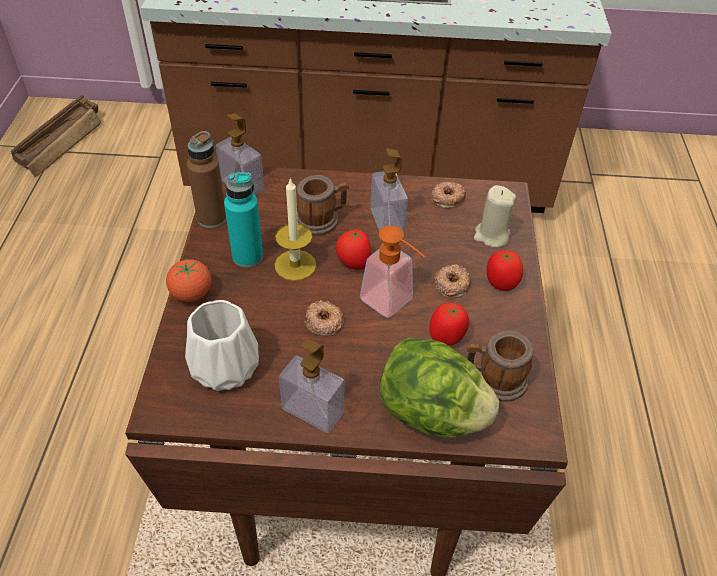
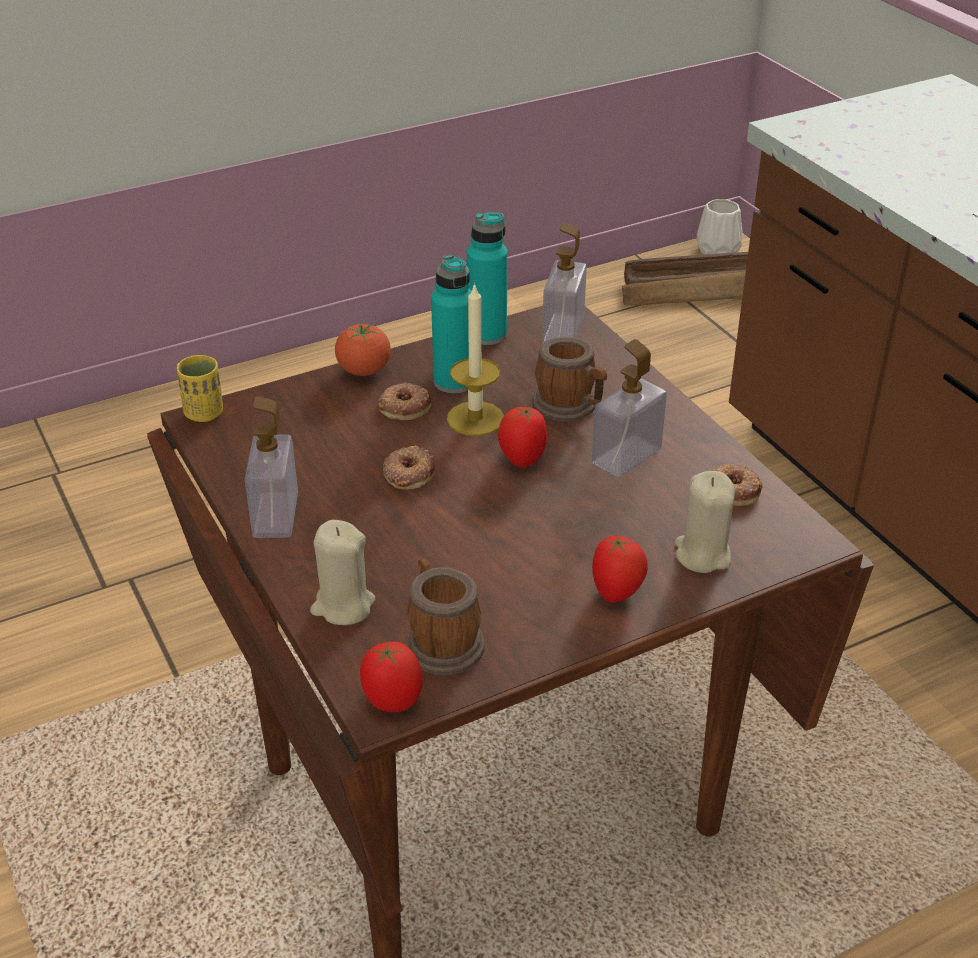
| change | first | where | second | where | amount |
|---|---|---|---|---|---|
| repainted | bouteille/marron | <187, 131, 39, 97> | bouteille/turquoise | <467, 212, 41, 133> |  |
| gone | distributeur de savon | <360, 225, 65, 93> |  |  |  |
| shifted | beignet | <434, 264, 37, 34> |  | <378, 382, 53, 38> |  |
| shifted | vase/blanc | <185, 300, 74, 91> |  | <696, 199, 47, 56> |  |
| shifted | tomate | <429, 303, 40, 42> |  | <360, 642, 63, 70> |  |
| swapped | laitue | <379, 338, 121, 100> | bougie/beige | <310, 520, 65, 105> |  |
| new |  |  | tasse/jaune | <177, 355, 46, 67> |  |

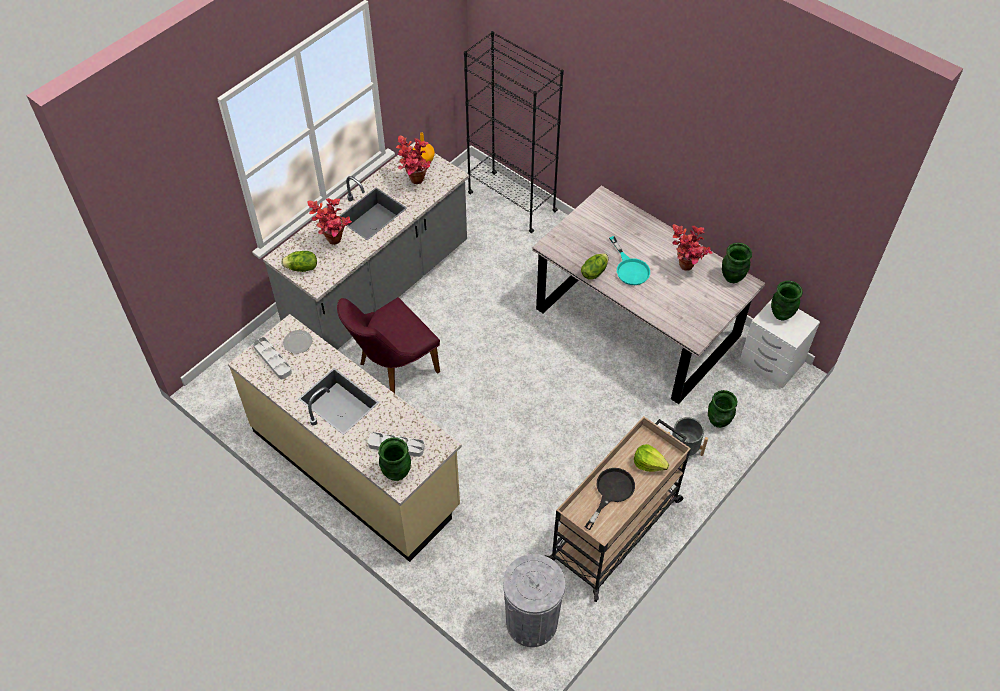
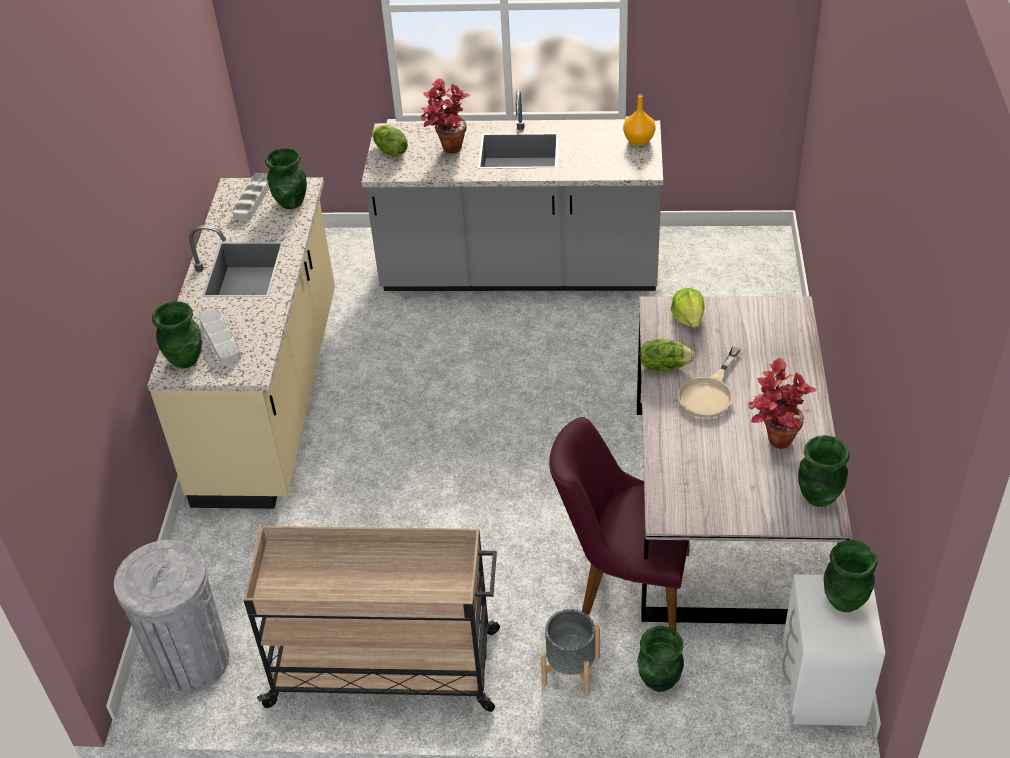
| change | first | where | second | where | amount |
|---|---|---|---|---|---|
| gone | bibliothèque/noir | <464, 31, 100, 202> |  |  |  |
| gone | plante en pot | <396, 135, 35, 49> |  |  |  |
| repainted | poêle/turquoise | <609, 236, 41, 49> | poêle/beige | <678, 346, 63, 72> |  |
| shifted | chaise/violet | <337, 297, 103, 96> |  | <549, 417, 141, 214> |  |
| swapped | assiette | <283, 330, 29, 24> | vase/vert | <265, 148, 42, 61> |  |
| shifted | laitue | <634, 444, 35, 28> |  | <671, 288, 34, 40> |  |
| gone | poêle/noir | <584, 468, 51, 62> |  |  |  |

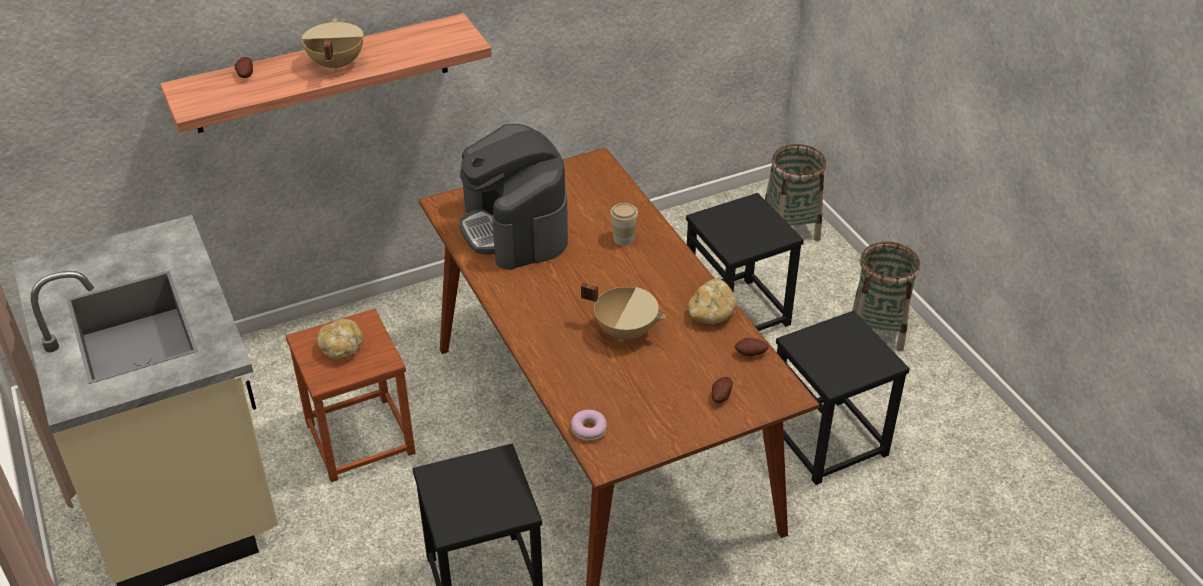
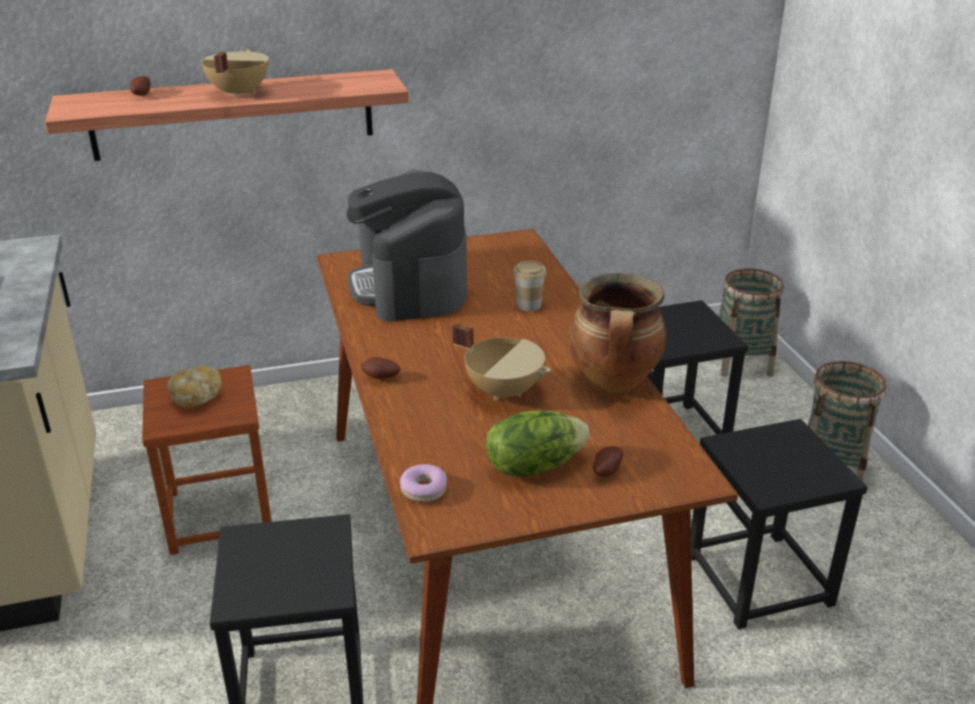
| change | first | where | second | where | amount |
|---|---|---|---|---|---|
| swapped | pain | <688, 279, 49, 45> | marmite | <568, 273, 99, 120> |  |
| shifted | pomme de terre | <735, 338, 34, 19> |  | <361, 357, 40, 22> |  |
| new |  |  | laitue | <486, 410, 103, 66> |  |

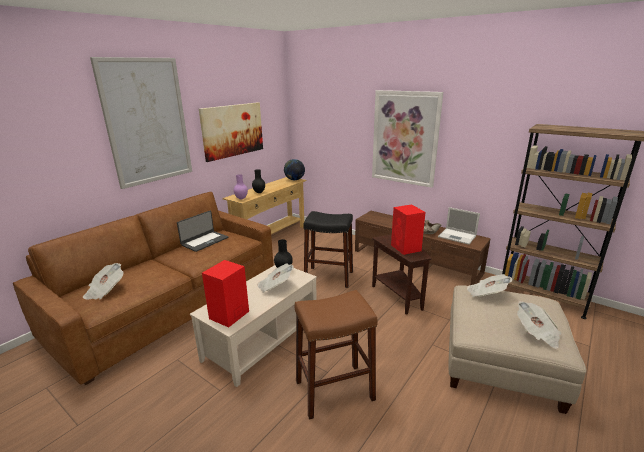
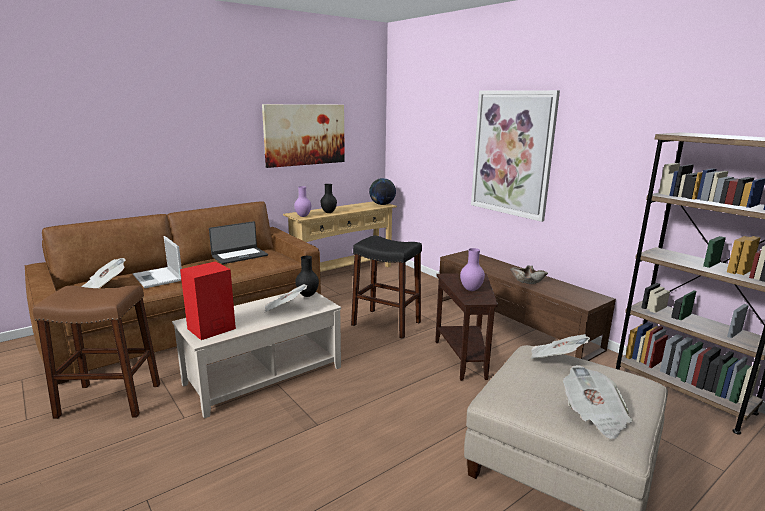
| change | first | where | second | where | amount |
|---|---|---|---|---|---|
| gone | tableau | <90, 57, 102, 132> |  |  |  |
| swapped | enceinte/rouge | <391, 204, 34, 51> | vase/violet | <460, 248, 25, 43> |  |
| shifted | ordinateur portable | <438, 207, 42, 38> |  | <133, 236, 49, 52> |  |
| shifted | tabouret/marron | <295, 290, 83, 130> |  | <33, 285, 127, 134> |  |

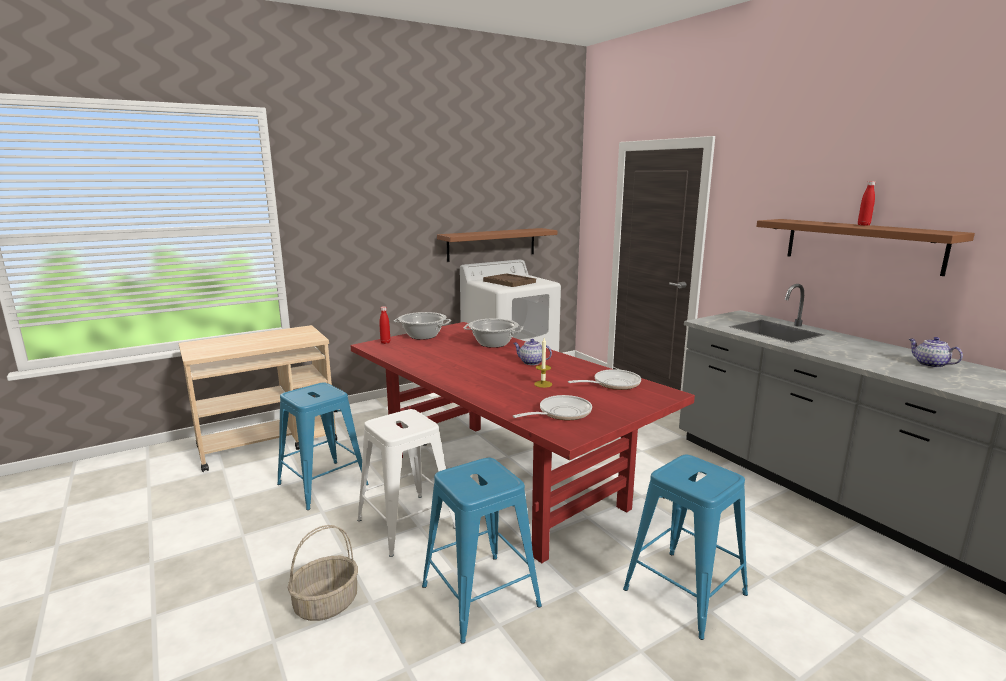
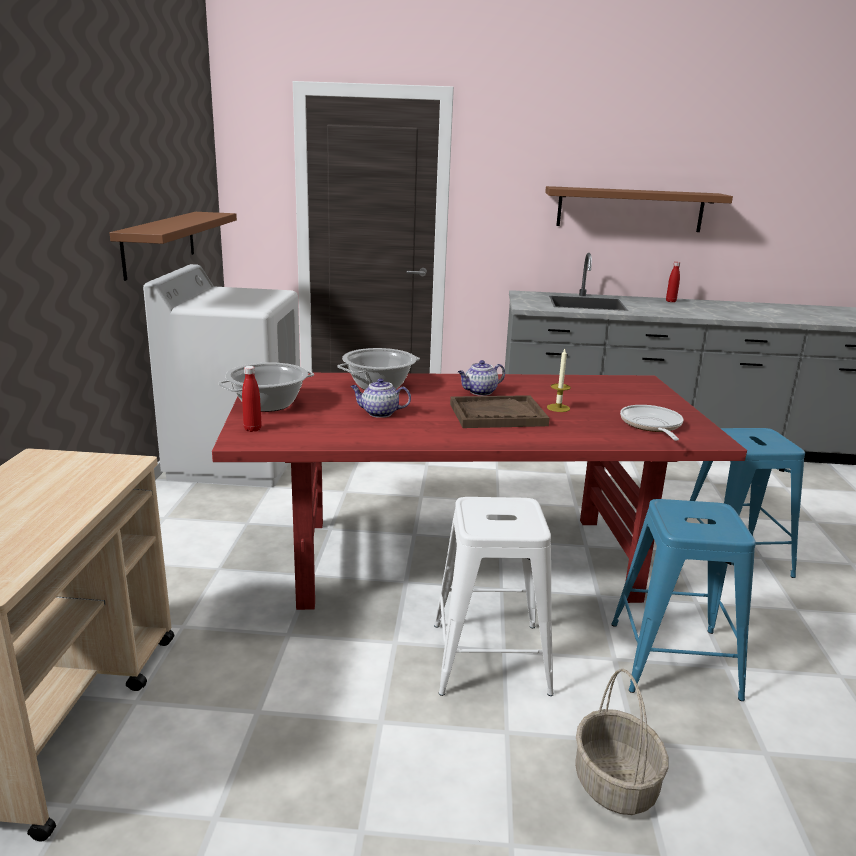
| change | first | where | second | where | amount |
|---|---|---|---|---|---|
| shifted | bouteille/rouge | <858, 181, 17, 45> |  | <666, 262, 14, 40> |  |
| shifted | plateau/marron | <483, 273, 53, 14> |  | <450, 395, 99, 33> |  |
| shifted | théière | <909, 337, 54, 31> |  | <350, 378, 61, 40> |  |
| gone | poêle | <568, 369, 73, 21> |  |  |  |
| gone | tabouret/bleu | <277, 383, 91, 127> |  |  |  |

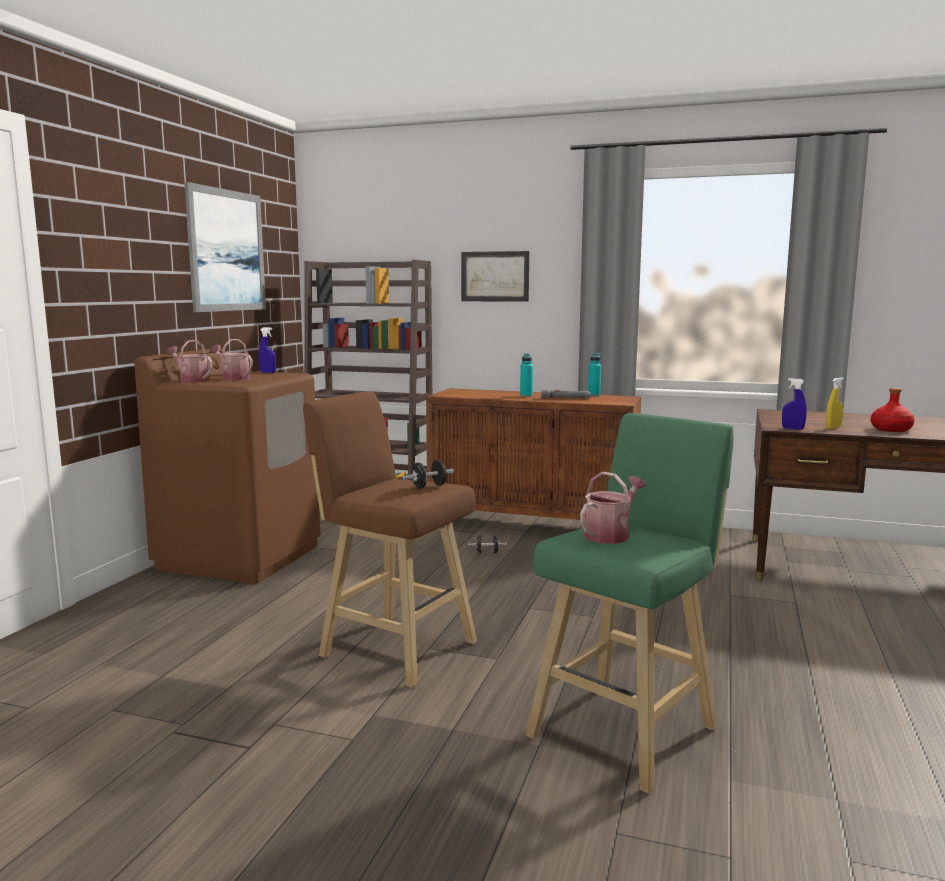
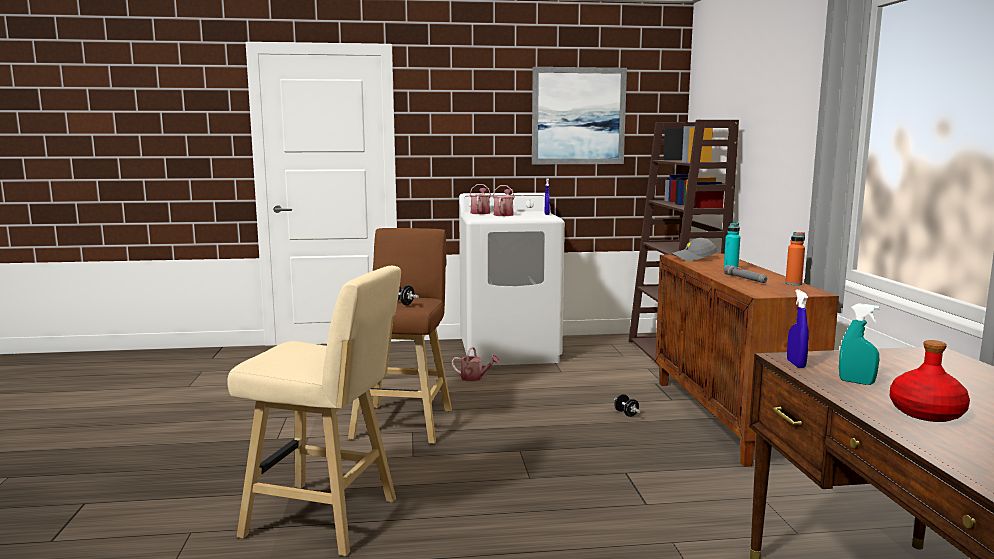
| change | first | where | second | where | amount |
|---|---|---|---|---|---|
| gone | tableau | <461, 251, 68, 51> |  |  |  |
| repainted | lave-linge/marron | <134, 349, 186, 234> | lave-linge/blanc | <459, 193, 106, 173> |  |
| repainted | bouteille/turquoise | <588, 353, 13, 43> | bouteille/orange | <785, 232, 20, 53> |  |
| repainted | vaporisateur/jaune | <826, 377, 18, 52> | vaporisateur/turquoise | <839, 303, 41, 82> |  |
| repainted | tabouret/vert | <526, 413, 207, 381> | tabouret/beige | <227, 266, 174, 290> |  |
| shifted | arrosoir | <580, 472, 66, 72> |  | <452, 347, 48, 34> |  |
| new |  |  | casquette/gris | <672, 238, 45, 23> |  |

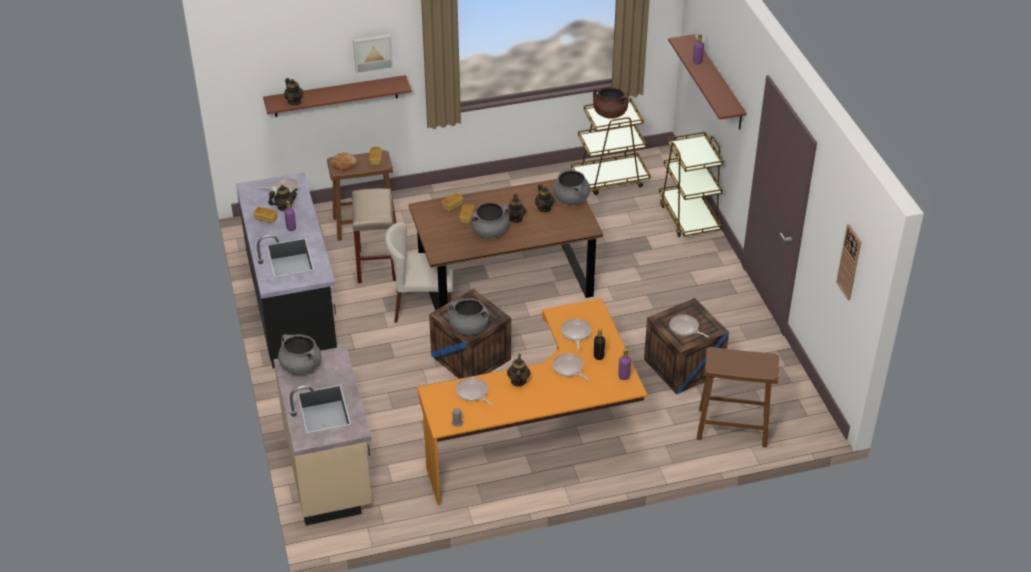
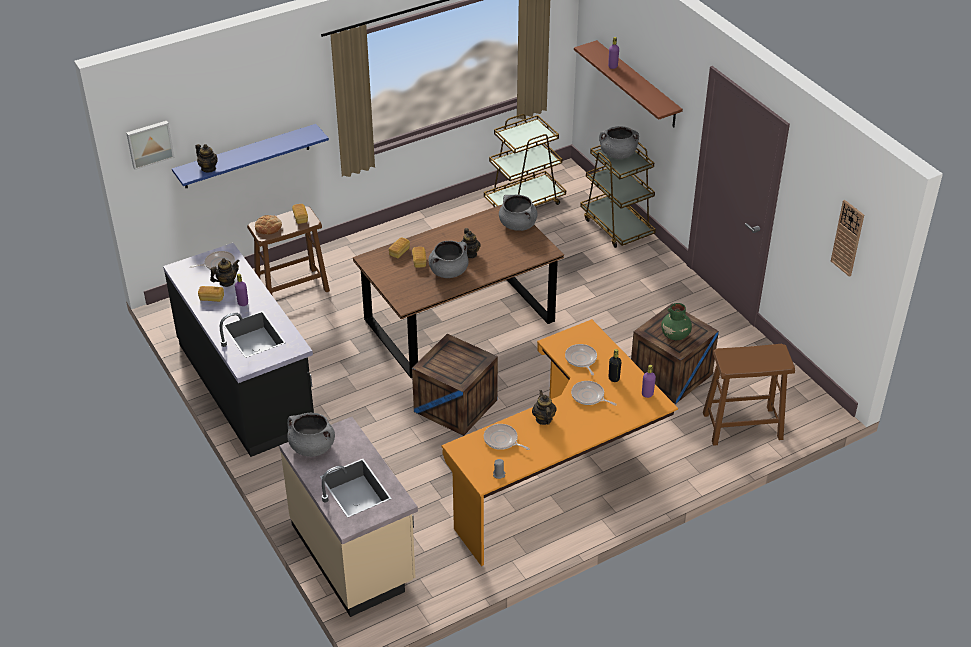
| change | first | where | second | where | amount |
|---|---|---|---|---|---|
| shifted | tableau | <353, 34, 40, 40> |  | <126, 121, 49, 49> |  |
| repainted | étagère/marron | <263, 75, 149, 42> | étagère/bleu | <172, 124, 157, 64> |  |
| gone | marmite/marron | <593, 87, 35, 32> |  |  |  |
| gone | théière | <535, 184, 19, 28> |  |  |  |
| gone | tabouret/beige | <352, 188, 44, 95> |  |  |  |
| gone | chaise/beige | <385, 222, 68, 101> |  |  |  |
| shifted | marmite/gris | <448, 298, 41, 37> |  | <599, 126, 40, 33> |  |
| swapped | poêle | <669, 315, 40, 23> | vase/vert | <661, 303, 31, 37> |  |

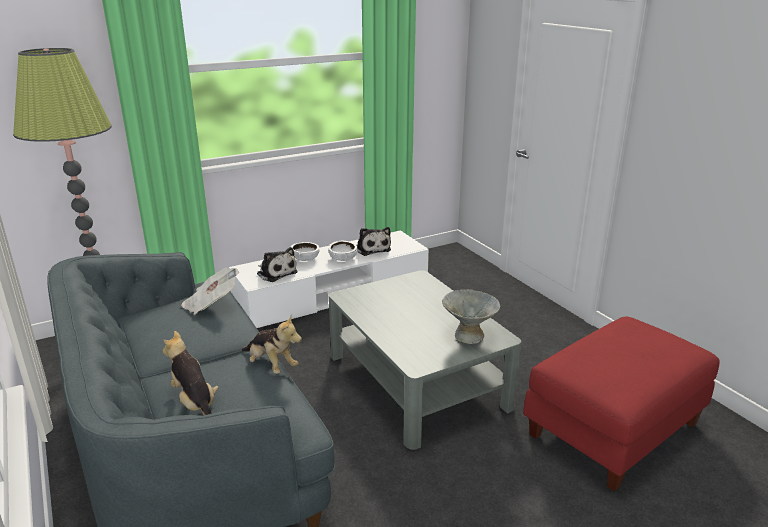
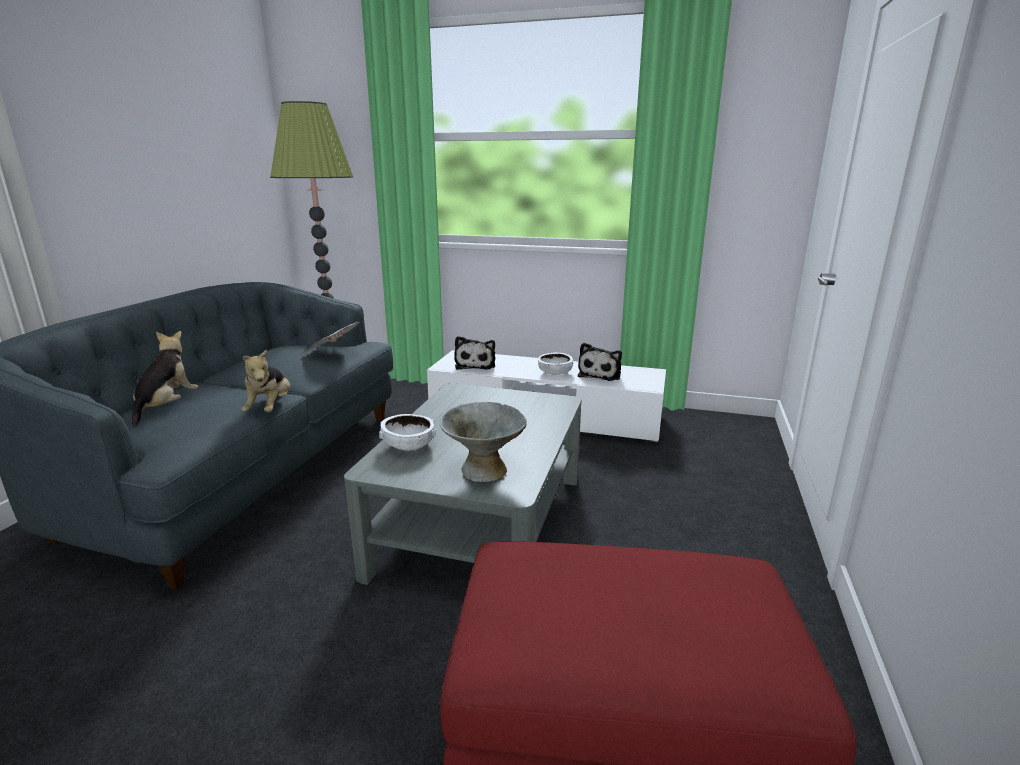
| change | first | where | second | where | amount |
|---|---|---|---|---|---|
| shifted | bol/blanc | <291, 242, 29, 19> |  | <379, 414, 57, 37> |  |

